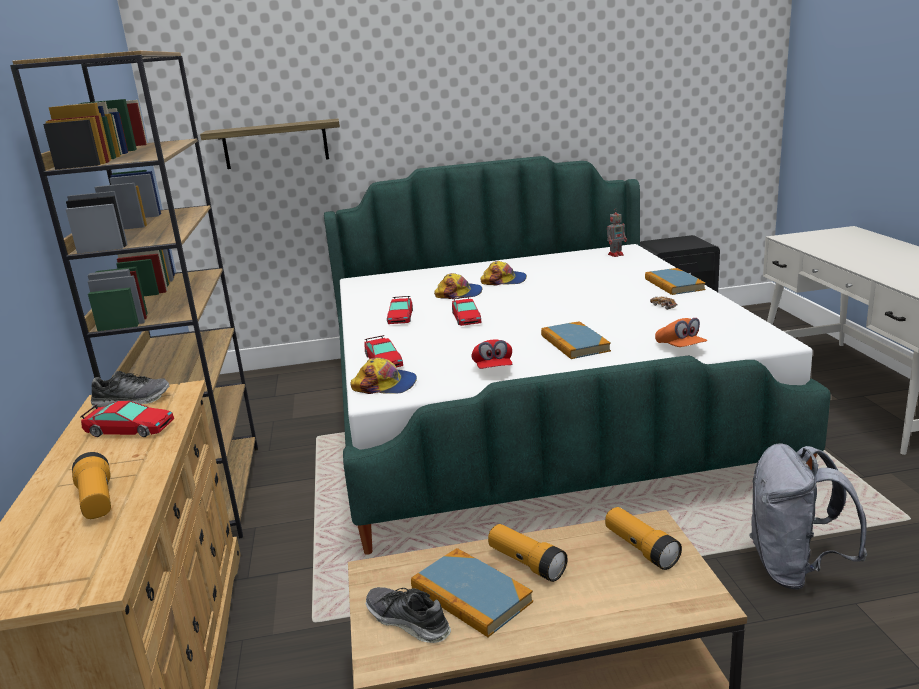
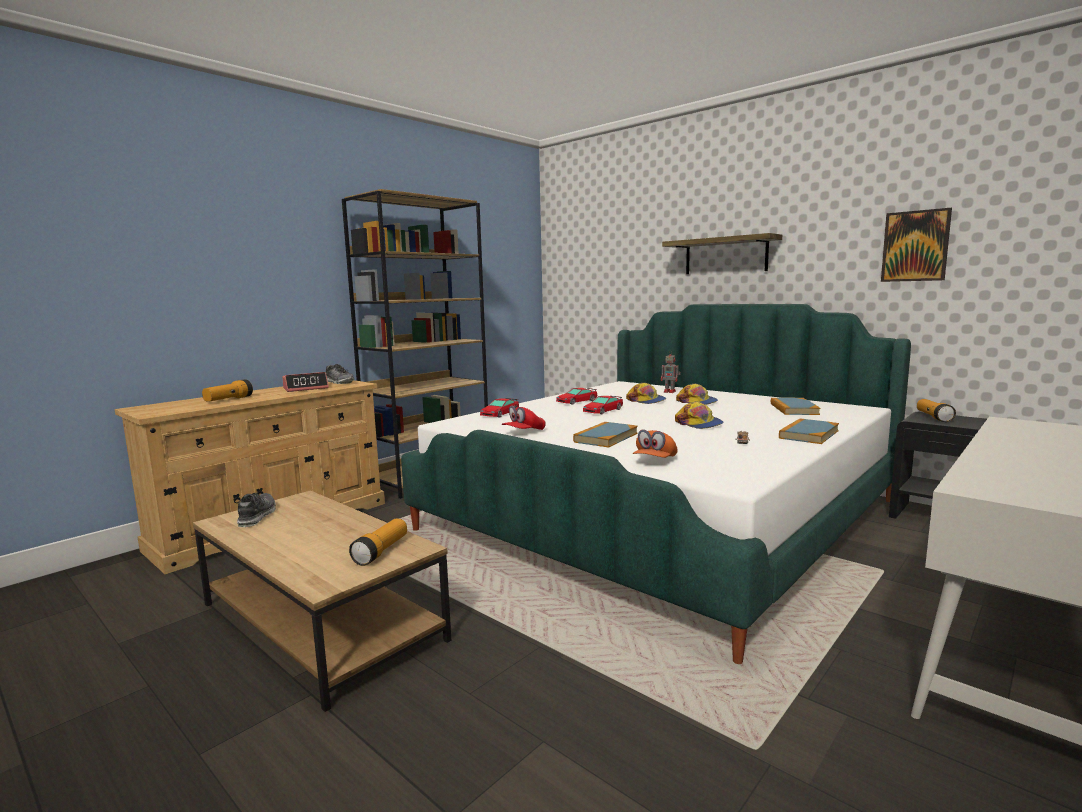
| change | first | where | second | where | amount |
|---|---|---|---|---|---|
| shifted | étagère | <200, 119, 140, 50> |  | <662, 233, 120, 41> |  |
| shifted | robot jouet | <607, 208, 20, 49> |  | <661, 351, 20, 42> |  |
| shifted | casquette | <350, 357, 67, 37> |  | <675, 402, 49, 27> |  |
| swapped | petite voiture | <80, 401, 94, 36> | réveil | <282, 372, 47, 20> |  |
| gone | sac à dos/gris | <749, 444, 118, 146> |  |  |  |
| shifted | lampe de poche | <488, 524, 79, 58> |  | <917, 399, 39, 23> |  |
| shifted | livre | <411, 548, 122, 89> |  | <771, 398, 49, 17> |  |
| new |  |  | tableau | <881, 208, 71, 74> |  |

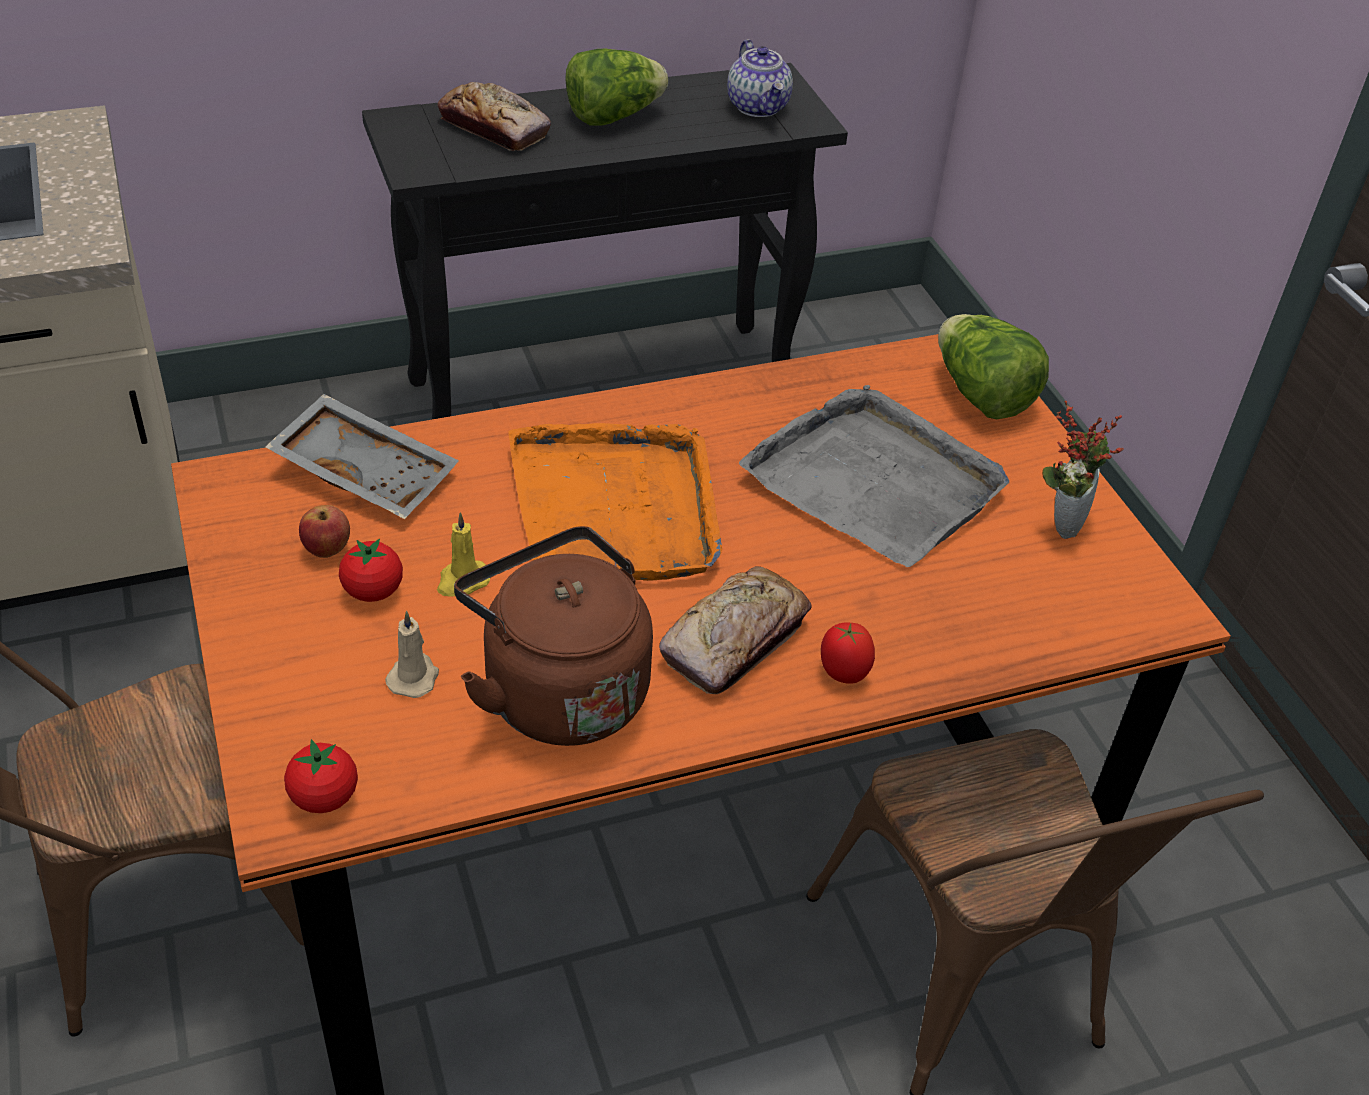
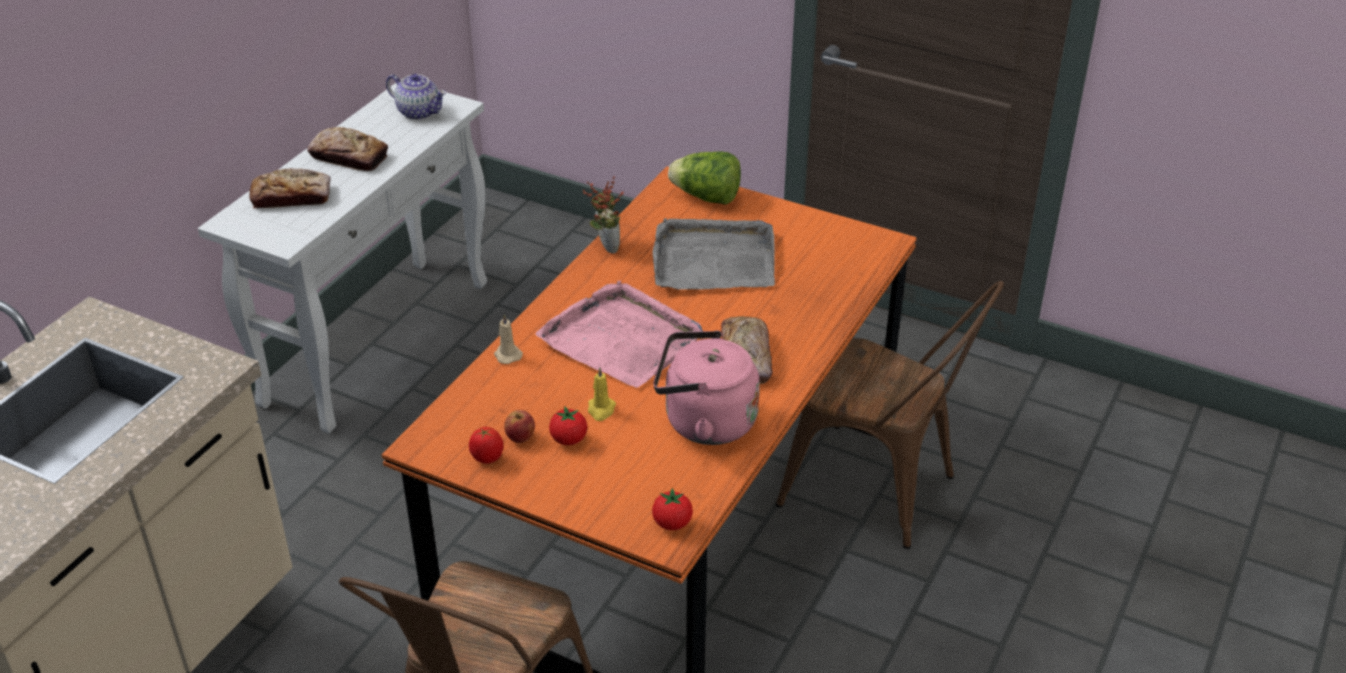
| change | first | where | second | where | amount |
|---|---|---|---|---|---|
| swapped | laitue | <565, 49, 103, 77> | pain | <307, 127, 81, 44> |  |
| repainted | table console/noir | <362, 63, 486, 356> | table console/blanc | <198, 83, 289, 350> |  |
| gone | plateau/gris | <265, 394, 194, 125> |  |  |  |
| shifted | plante en pot | <1042, 400, 81, 139> |  | <582, 176, 42, 78> |  |
| repainted | plateau/orange | <508, 423, 214, 158> | plateau/rose | <535, 281, 168, 107> |  |
| repainted | bouilloire/marron | <454, 526, 199, 220> | bouilloire/rose | <653, 330, 107, 115> |  |
| shifted | bougie/beige | <385, 611, 54, 87> |  | <494, 314, 29, 50> |  |
| shifted | tomate | <821, 623, 54, 61> |  | <469, 427, 34, 37> |  |

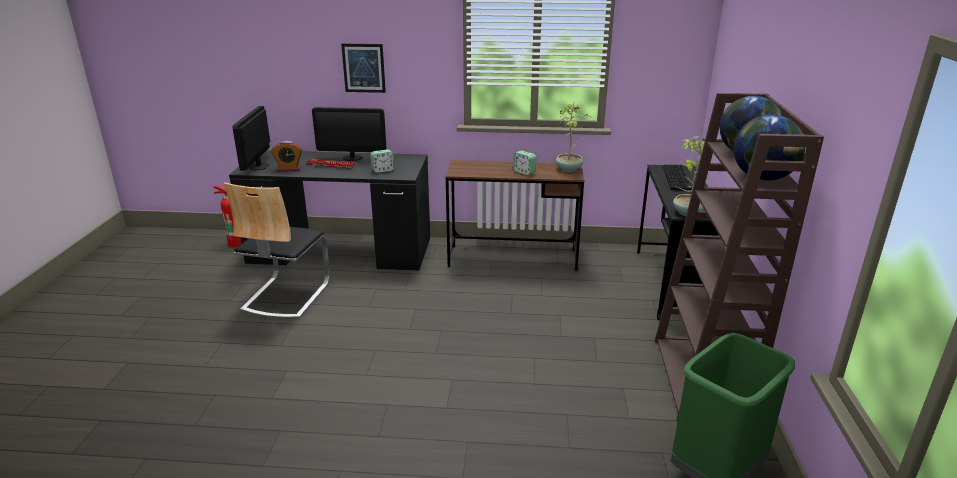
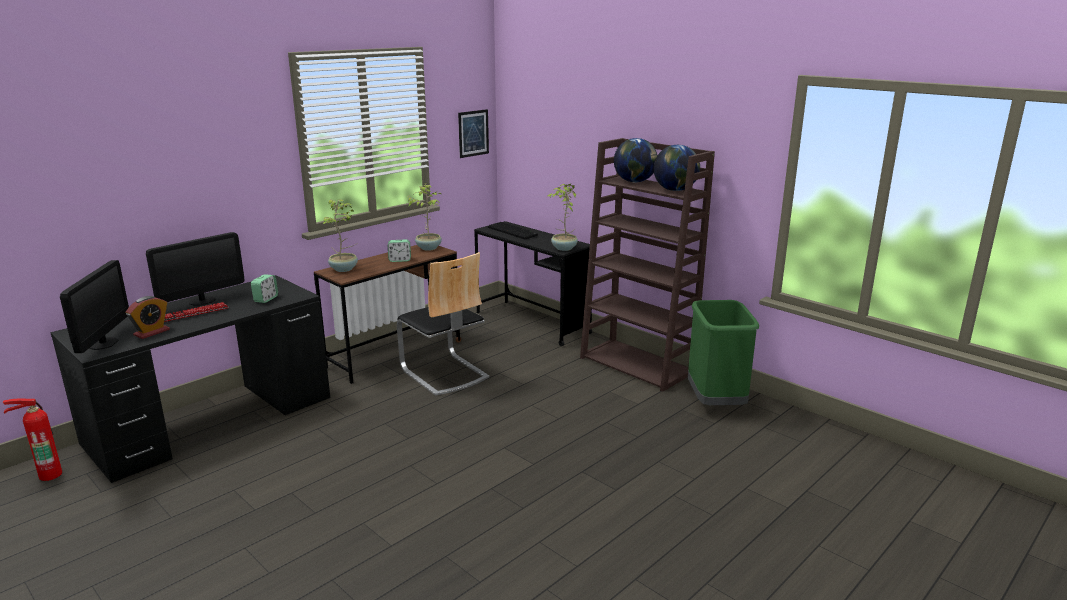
| change | first | where | second | where | amount |
|---|---|---|---|---|---|
| shifted | tableau | <341, 44, 45, 49> |  | <458, 109, 31, 49> |  |
| rotated | écran d'ordinateur | <233, 106, 37, 65> |  | <60, 260, 69, 93> | 135 degrees counterclockwise |
| shifted | chaise | <224, 183, 106, 136> |  | <397, 252, 92, 144> |  |
| new |  |  | plante en pot | <321, 199, 37, 73> |  |

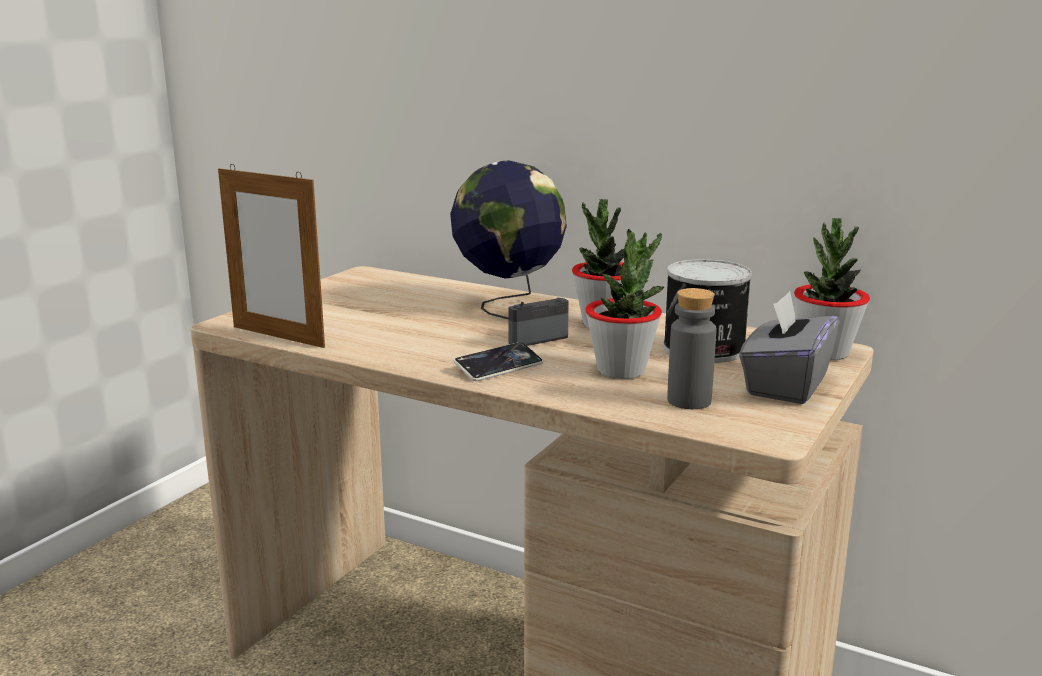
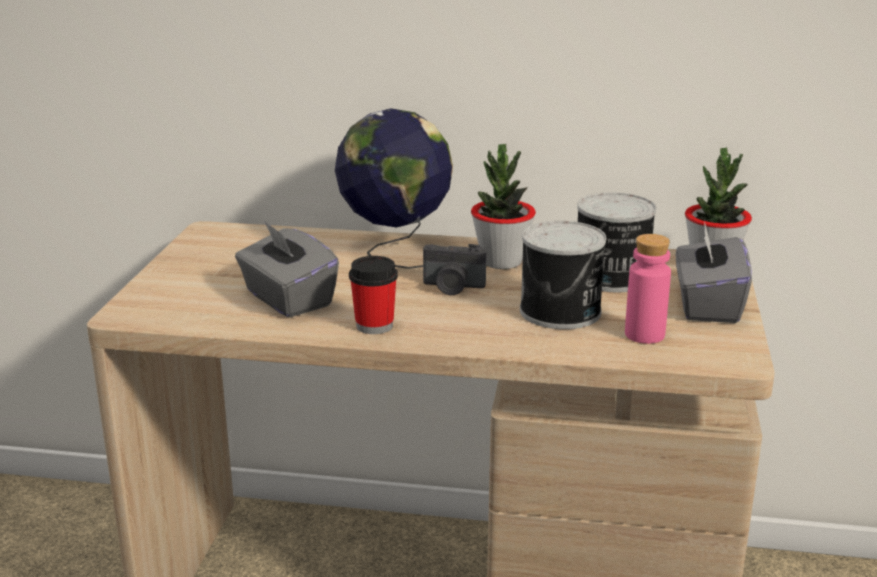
| change | first | where | second | where | amount |
|---|---|---|---|---|---|
| gone | cadre photo | <218, 164, 107, 184> |  |  |  |
| swapped | plante en pot | <585, 229, 79, 150> | boîte métallique | <520, 221, 86, 108> |  |
| repainted | bouteille/gris | <667, 288, 49, 121> | bouteille/rose | <625, 234, 46, 110> |  |
| rotated | appareil photo | <508, 297, 61, 49> |  | <423, 244, 63, 51> | 120 degrees counterclockwise |
| gone | téléphone | <454, 342, 89, 39> |  |  |  |
| new |  |  | boîte à mouchoirs/gris | <235, 221, 104, 97> |  |
| new |  |  | tasse | <349, 256, 49, 78> |  |

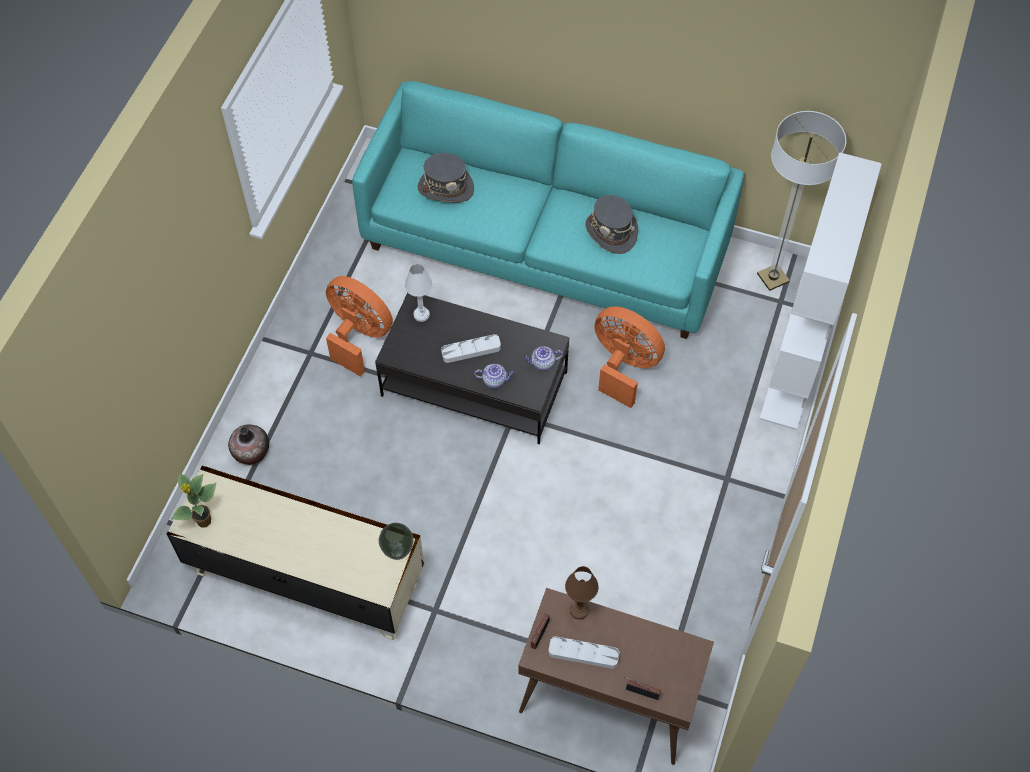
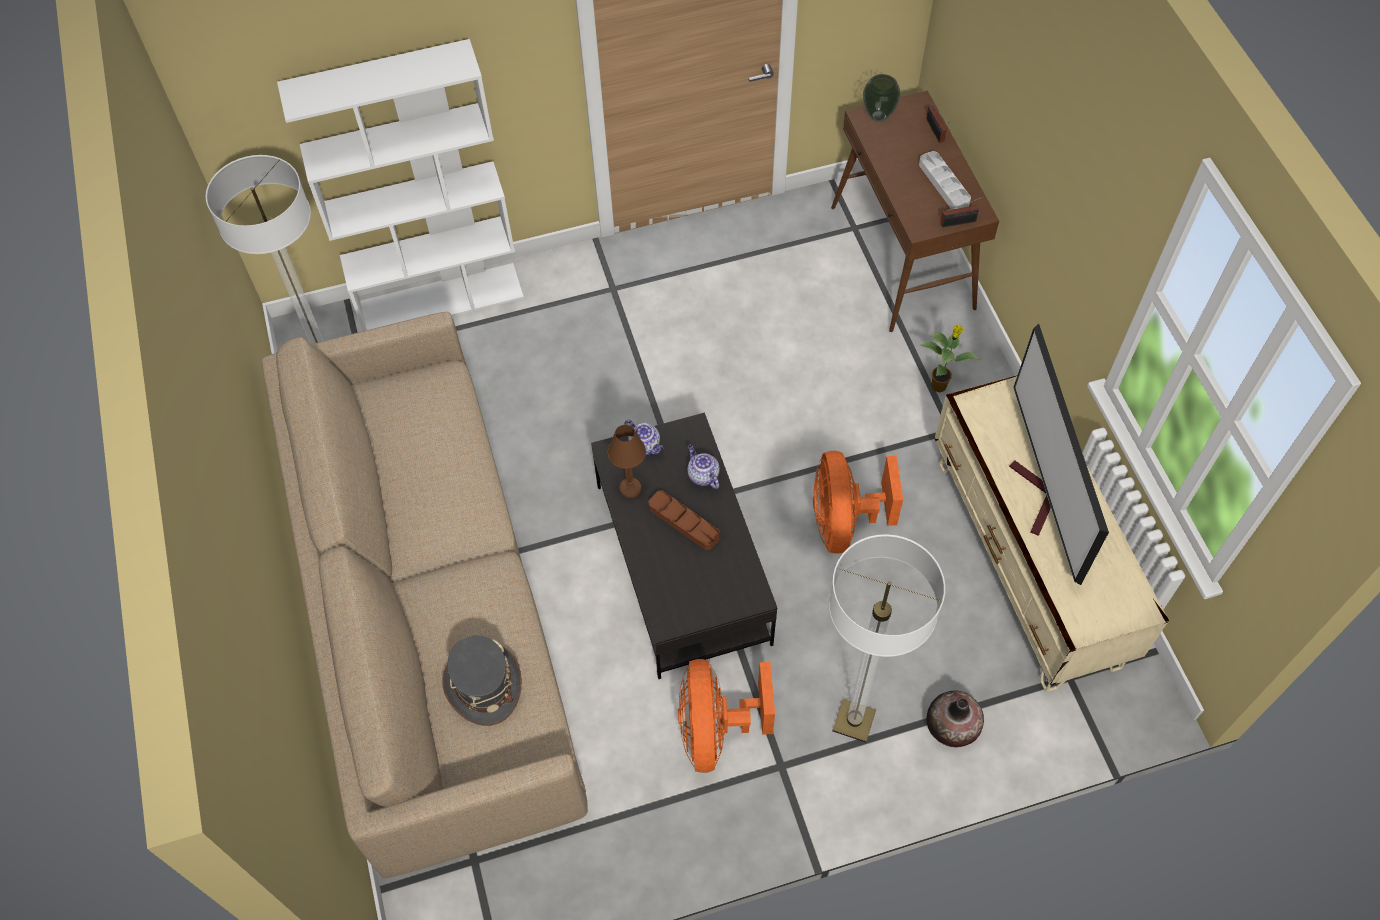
| change | first | where | second | where | amount |
|---|---|---|---|---|---|
| repainted | canapé/turquoise | <352, 81, 392, 258> | canapé/beige | <262, 312, 326, 566> |  |
| gone | chapeau/gris | <585, 195, 53, 59> |  |  |  |
| gone | lampe de table/blanc | <404, 264, 29, 58> |  |  |  |
| shifted | ventilateur/orange | <594, 306, 71, 102> |  | <813, 451, 90, 103> |  |
| repainted | plateau/gris | <441, 334, 60, 29> | plateau/marron | <648, 490, 72, 60> |  |
| shifted | plante en pot | <170, 474, 46, 53> |  | <920, 325, 59, 67> |  |
| shifted | vase | <379, 523, 34, 37> |  | <863, 74, 38, 48> |  |
| shifted | lampe de table/marron | <565, 566, 34, 54> |  | <607, 425, 39, 73> |  |
| new |  |  | téléviseur | <1009, 323, 100, 262> |  |
| new |  |  | lampadaire | <829, 534, 116, 209> |  |

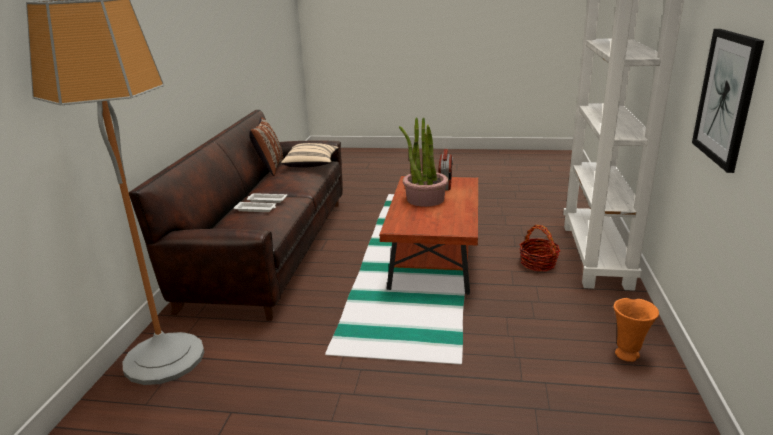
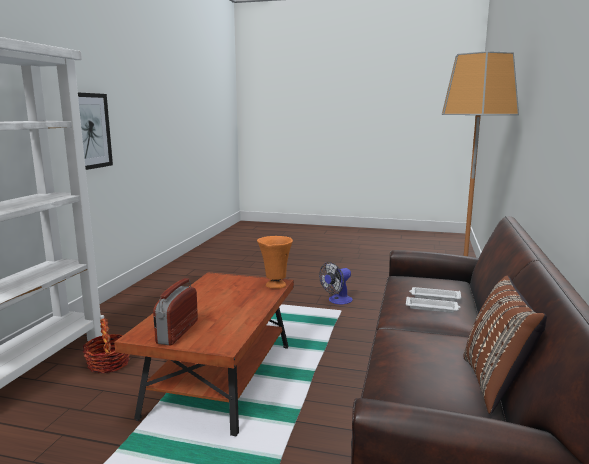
| change | first | where | second | where | amount |
|---|---|---|---|---|---|
| gone | plante en pot | <399, 117, 49, 90> |  |  |  |
| gone | coussin/beige | <281, 143, 58, 25> |  |  |  |
| shifted | vase/orange | <614, 298, 45, 64> |  | <257, 236, 36, 53> |  |
| new |  |  | ventilateur | <319, 262, 34, 42> |  |

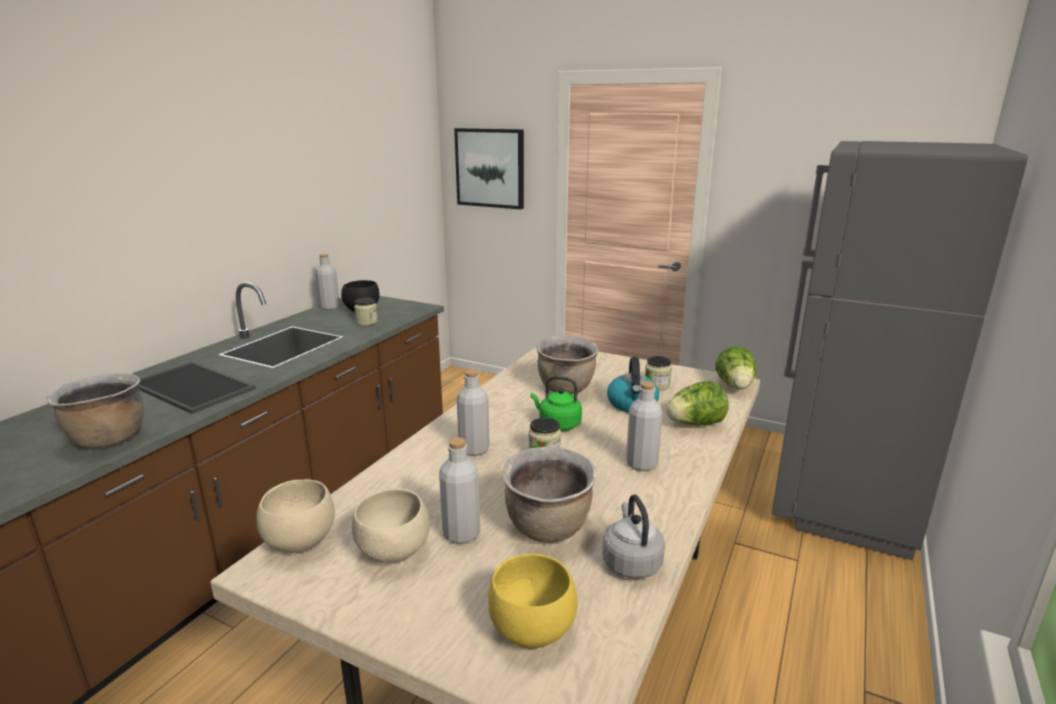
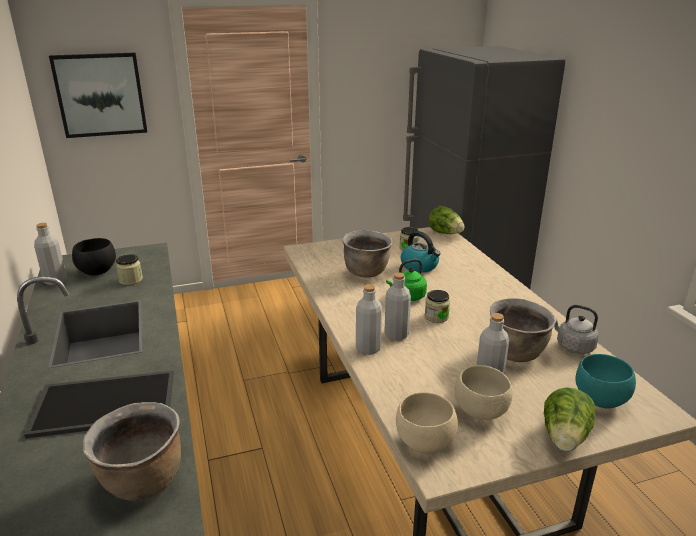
| change | first | where | second | where | amount |
|---|---|---|---|---|---|
| shifted | bouteille/gris | <626, 381, 37, 90> |  | <356, 284, 26, 71> |  |
| shifted | laitue | <665, 381, 64, 44> |  | <544, 387, 51, 64> |  |
| repainted | bol/jaune | <488, 554, 89, 94> | bol/turquoise | <575, 354, 61, 54> |  |

